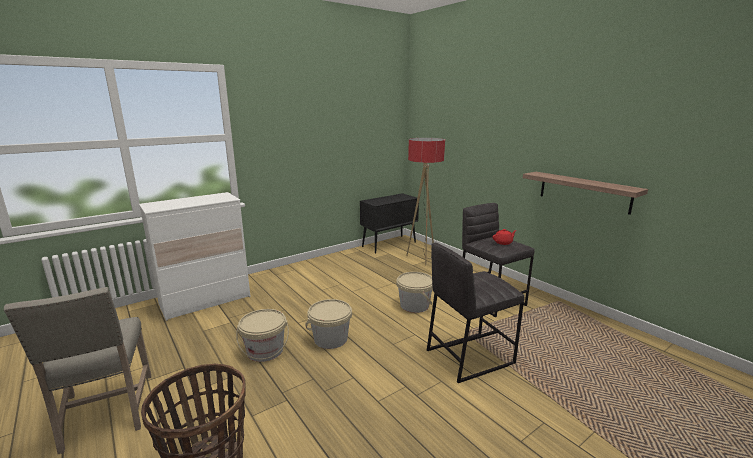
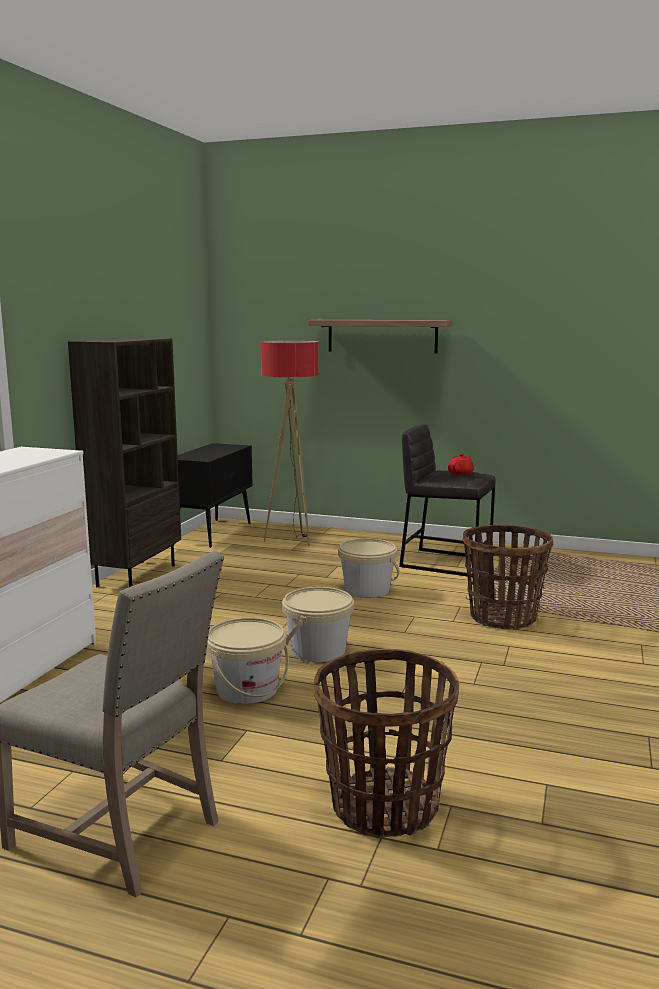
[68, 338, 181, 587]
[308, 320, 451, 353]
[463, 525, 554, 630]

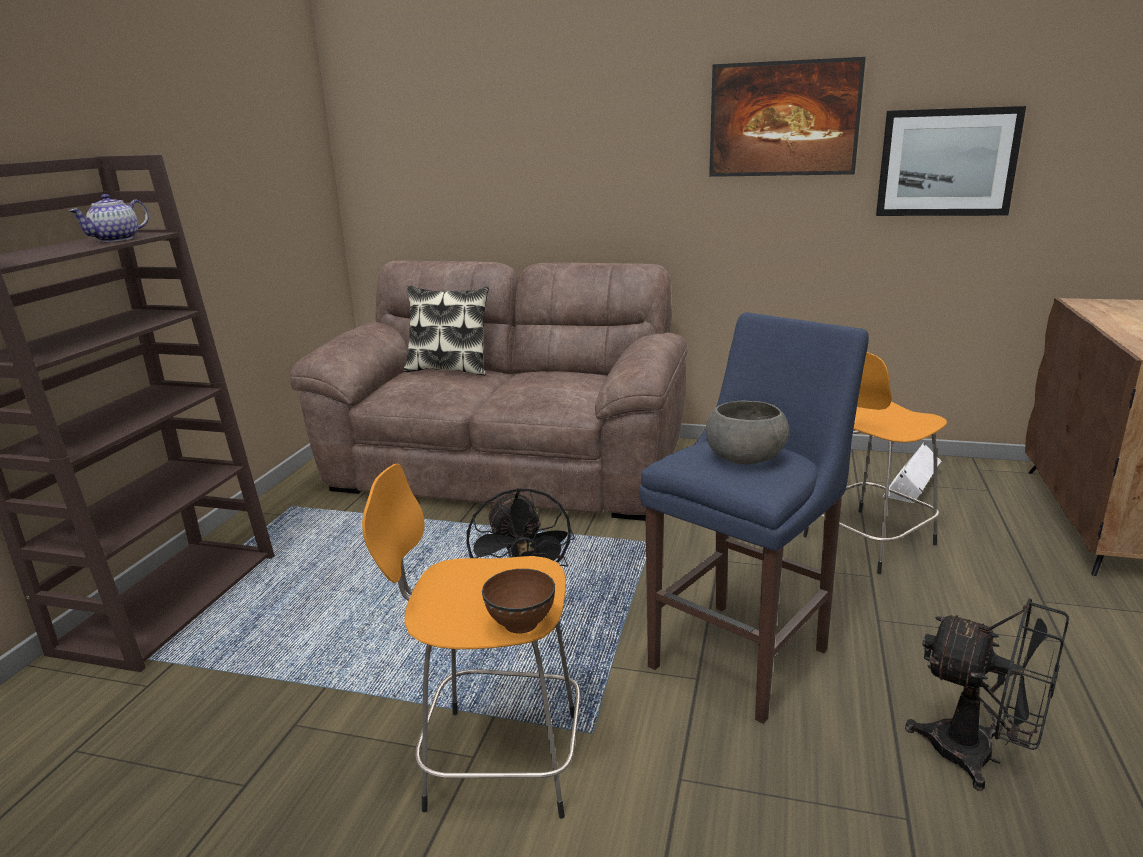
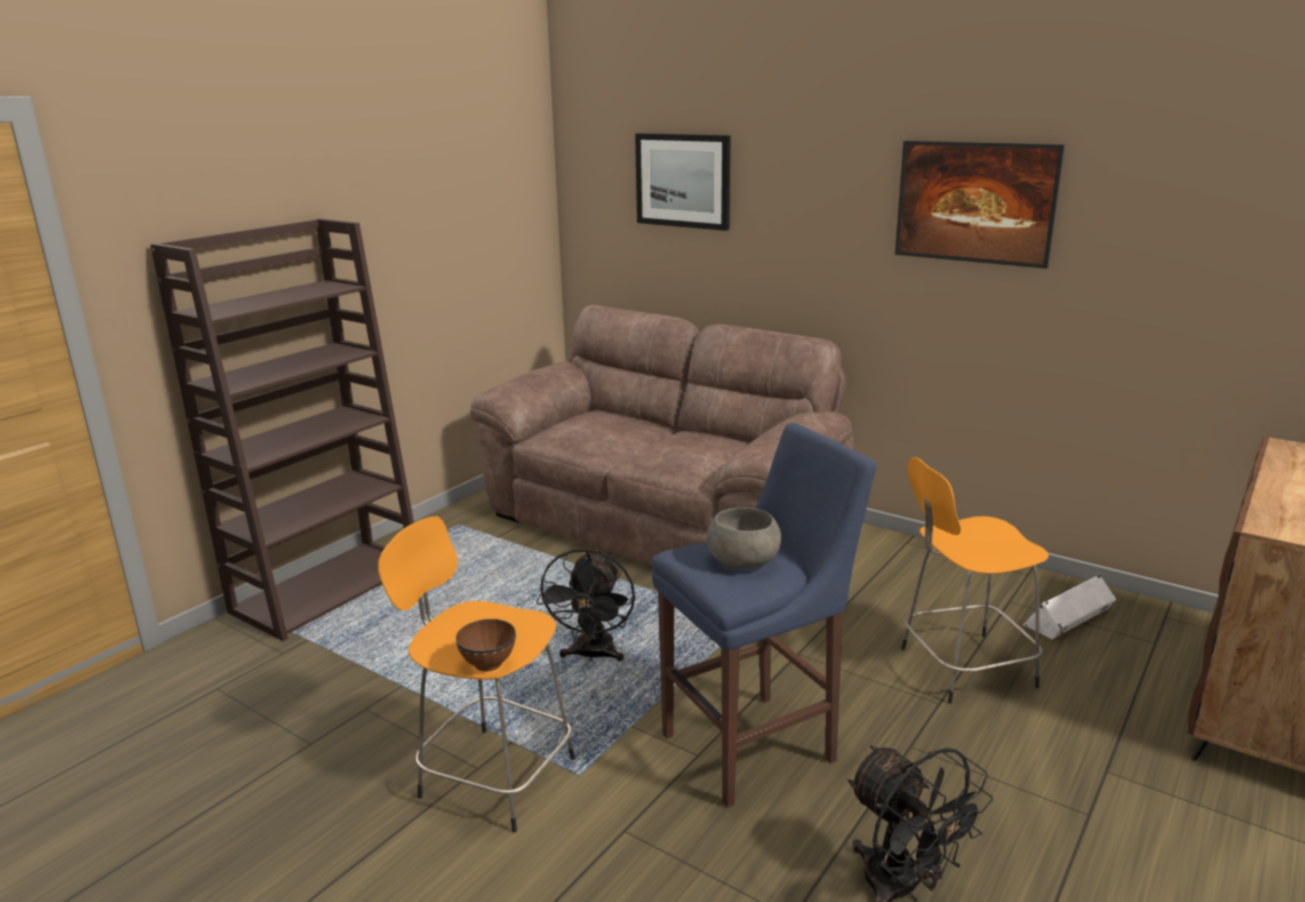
[69, 194, 149, 242] (first image)
[404, 286, 489, 375] (first image)
[635, 133, 731, 231]

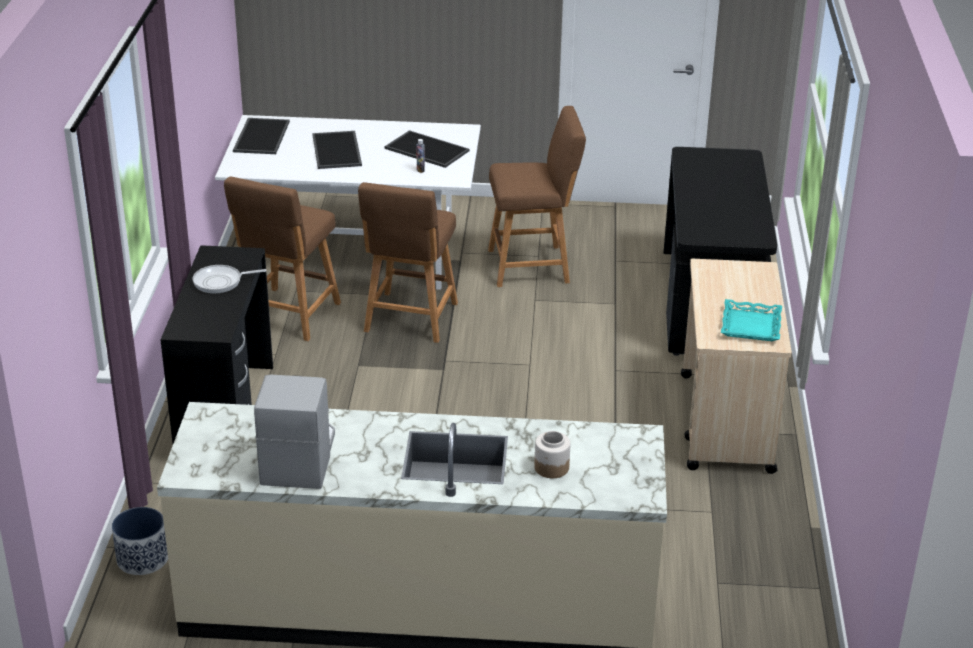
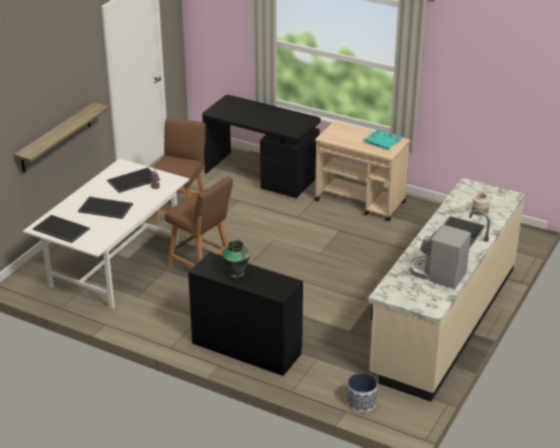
[224, 177, 341, 341] (first image)
[14, 102, 109, 172]
[222, 240, 250, 278]

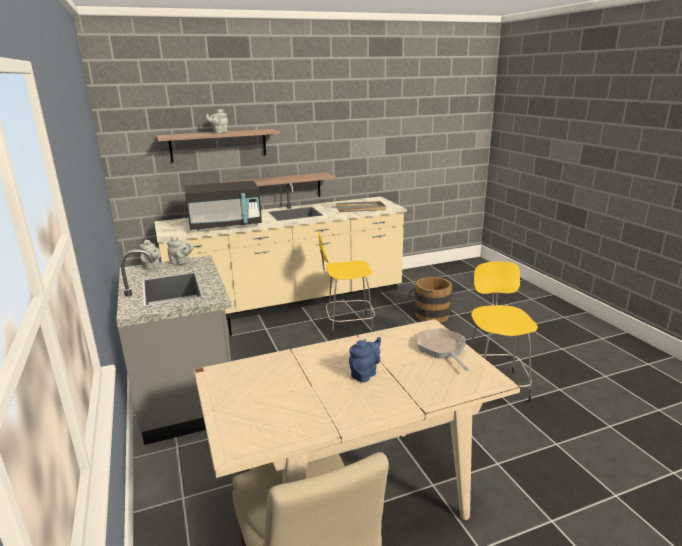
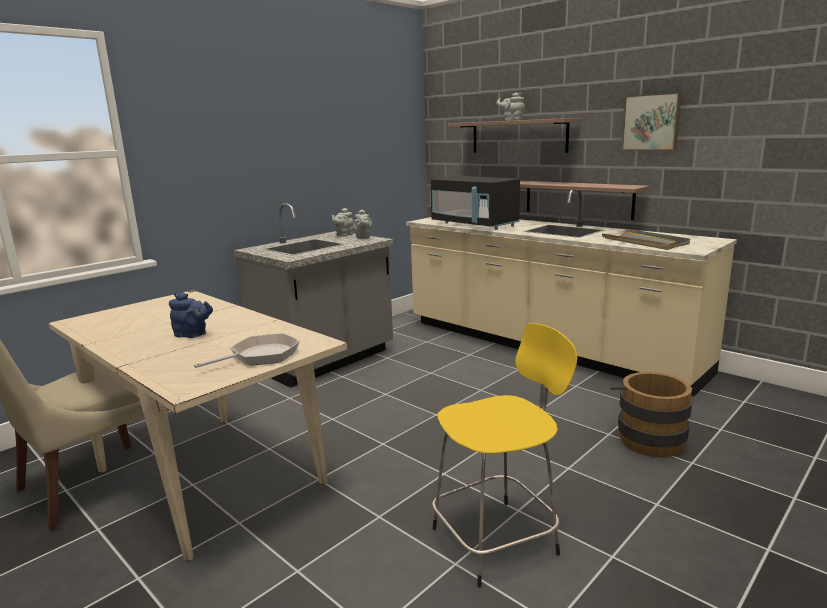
[318, 232, 375, 336] (first image)
[621, 92, 682, 150]

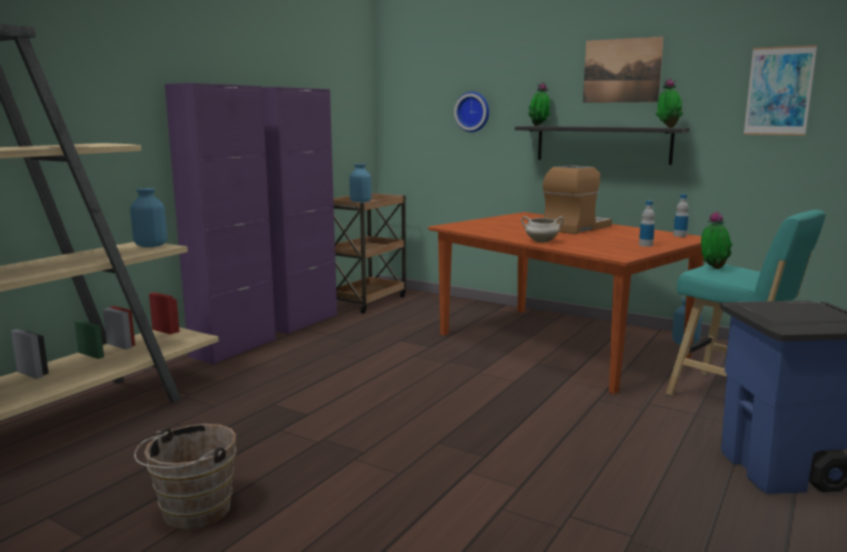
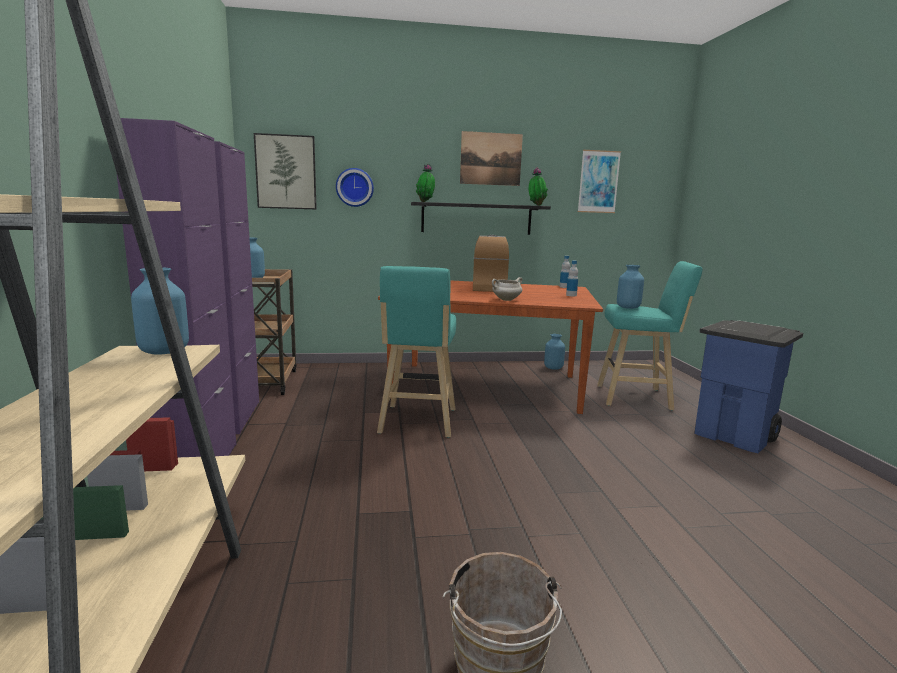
[254, 133, 317, 209]
[377, 266, 456, 438]
[617, 265, 644, 309]

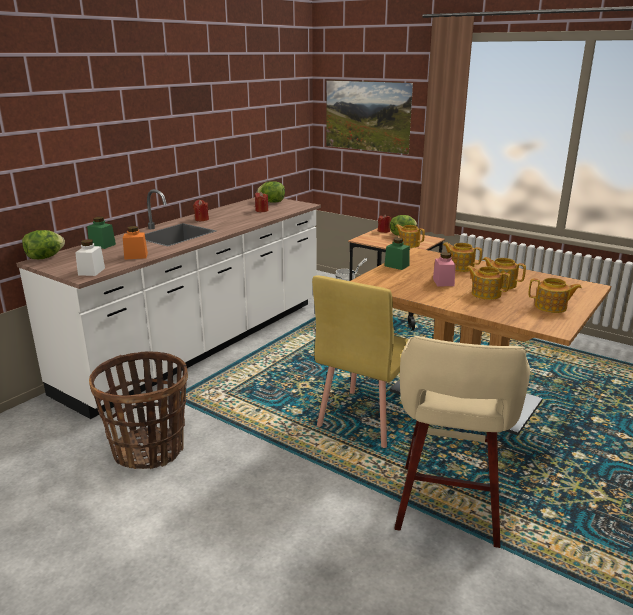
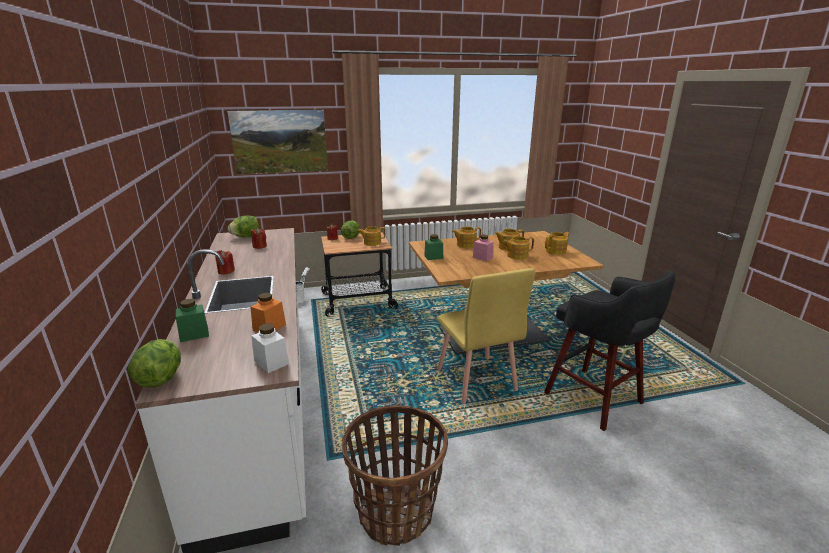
[544, 270, 675, 431]

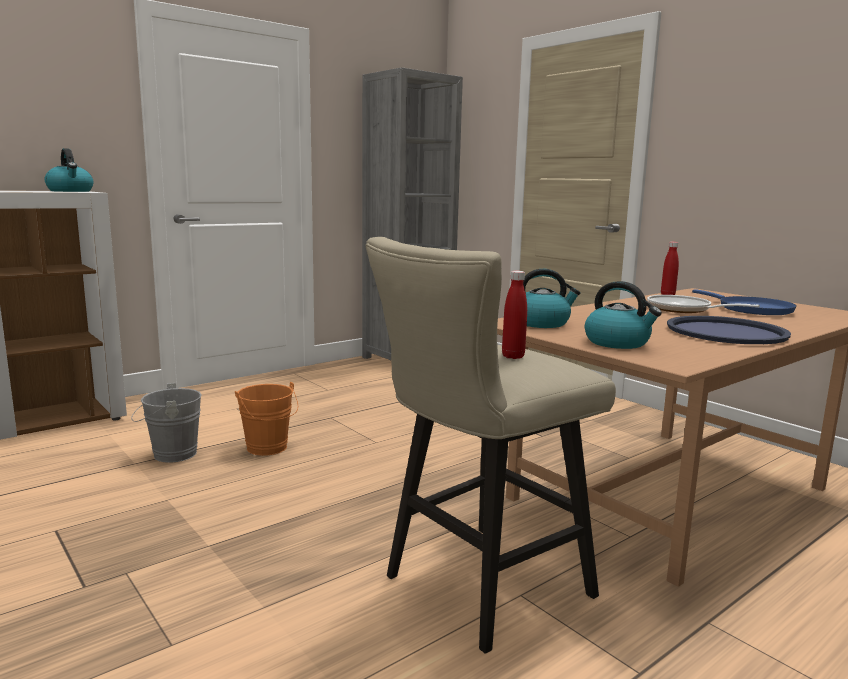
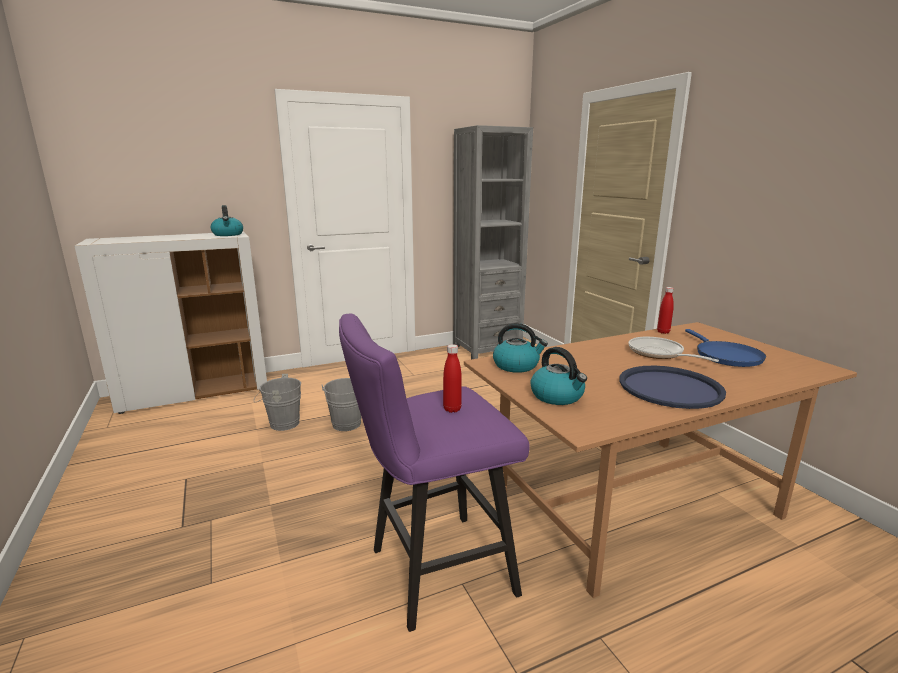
[322, 378, 362, 431]
[339, 314, 530, 632]

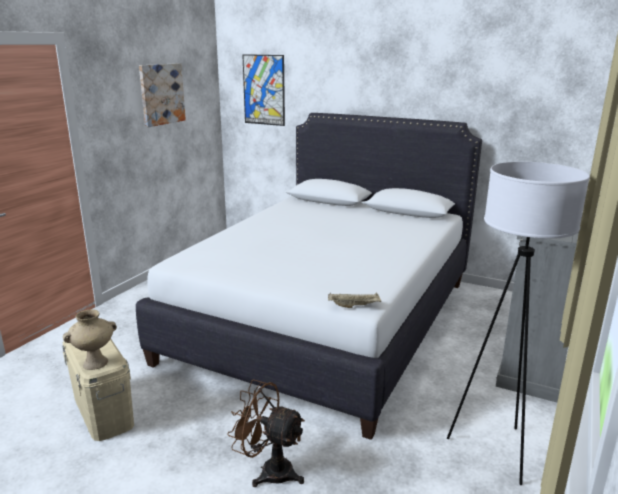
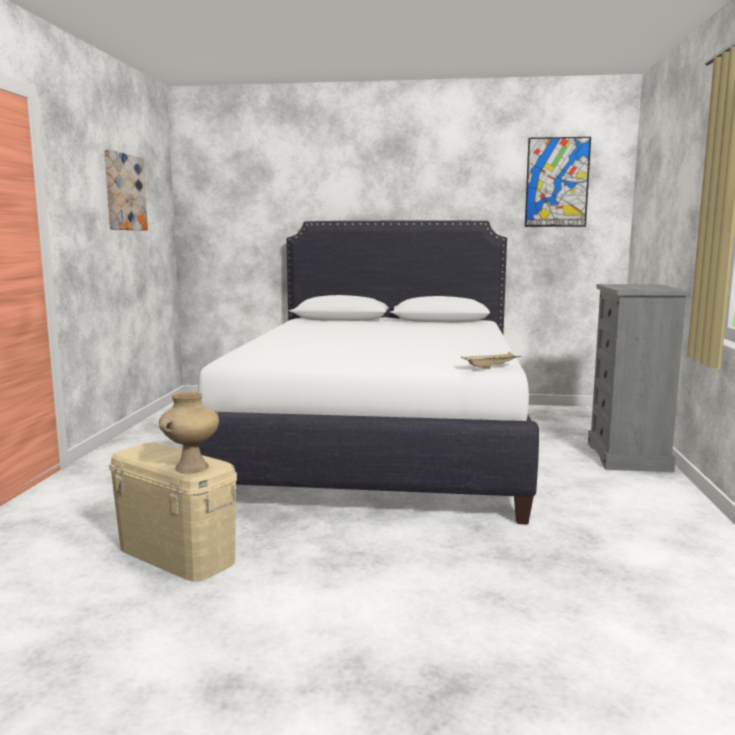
[227, 379, 305, 487] (first image)
[447, 162, 590, 485] (first image)
[525, 137, 591, 227]

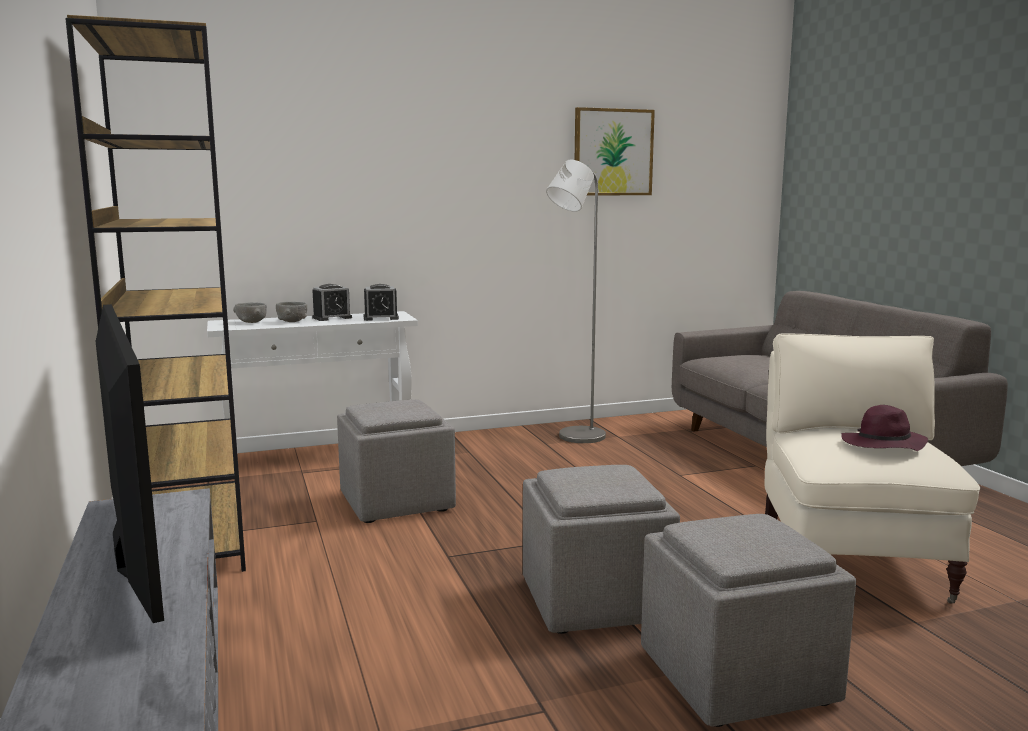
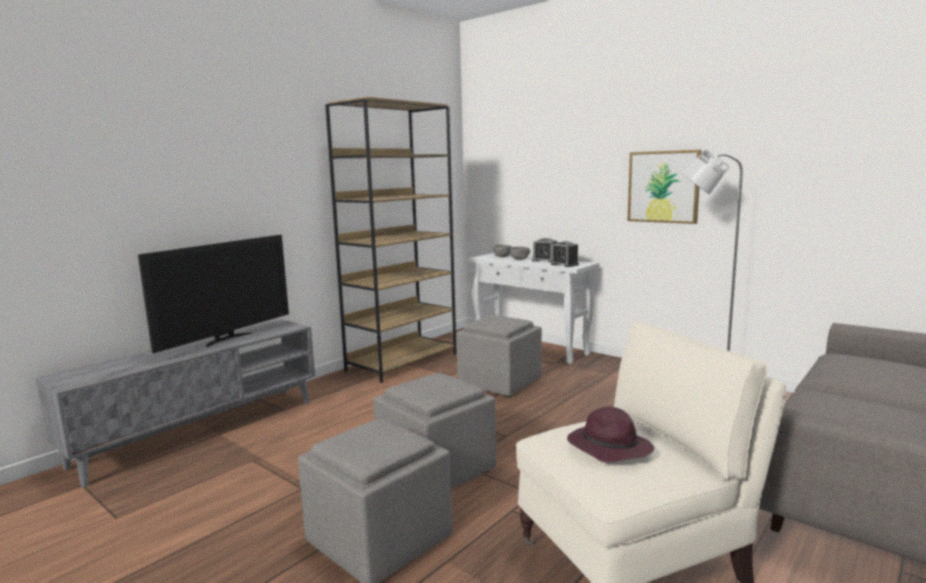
[628, 150, 701, 224]

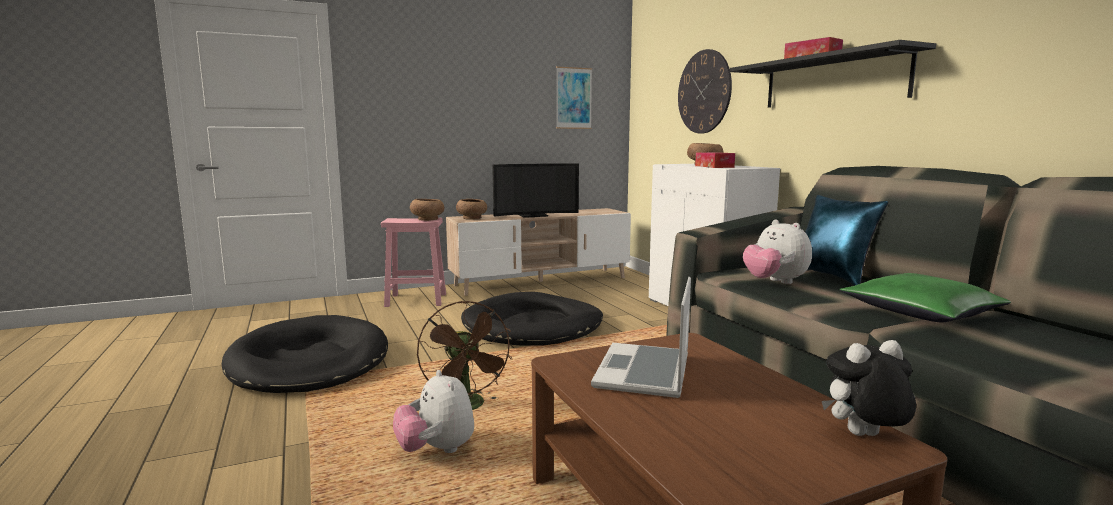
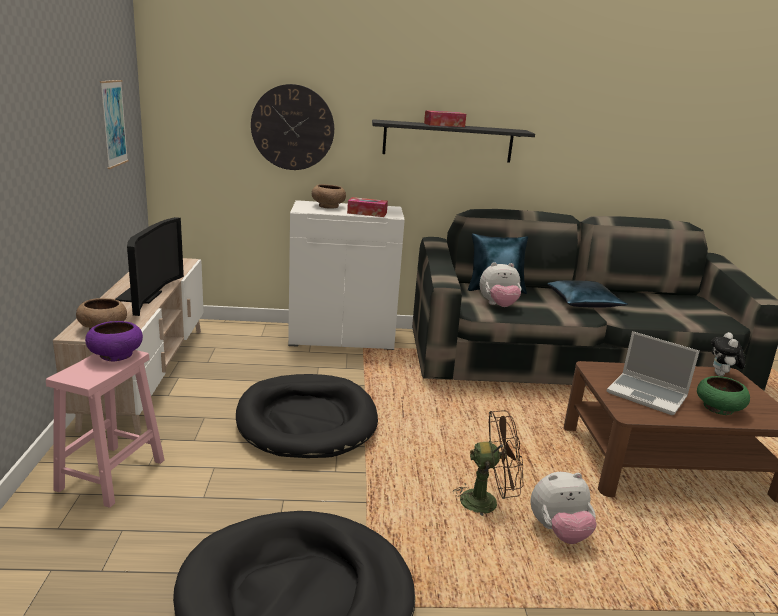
[697, 376, 750, 415]
[85, 321, 143, 361]
[547, 280, 628, 308]

